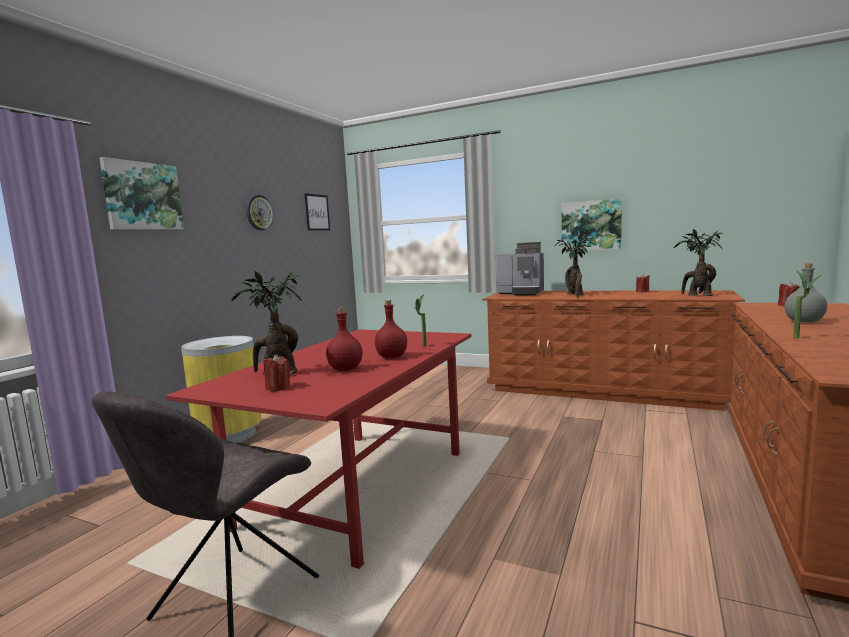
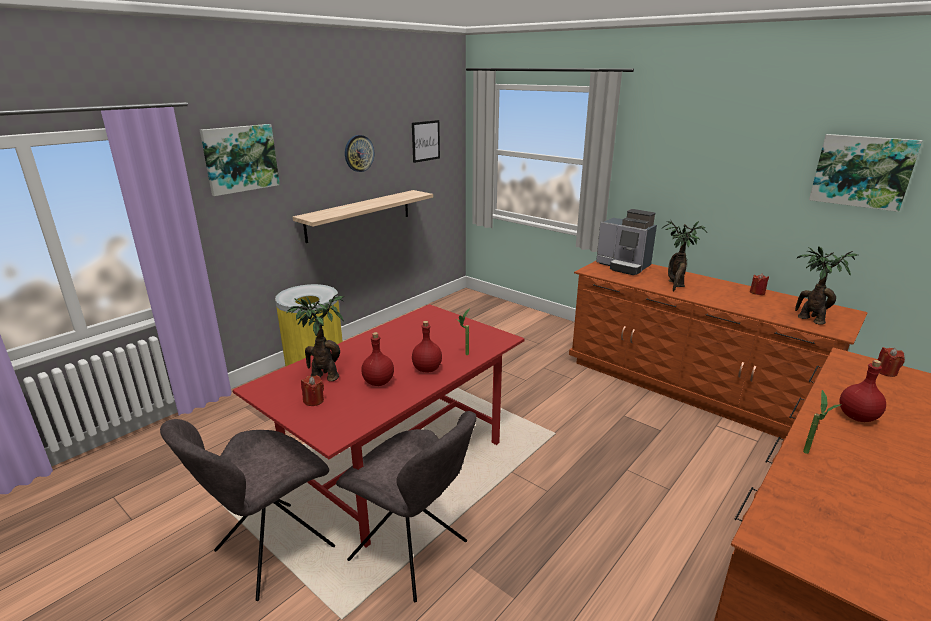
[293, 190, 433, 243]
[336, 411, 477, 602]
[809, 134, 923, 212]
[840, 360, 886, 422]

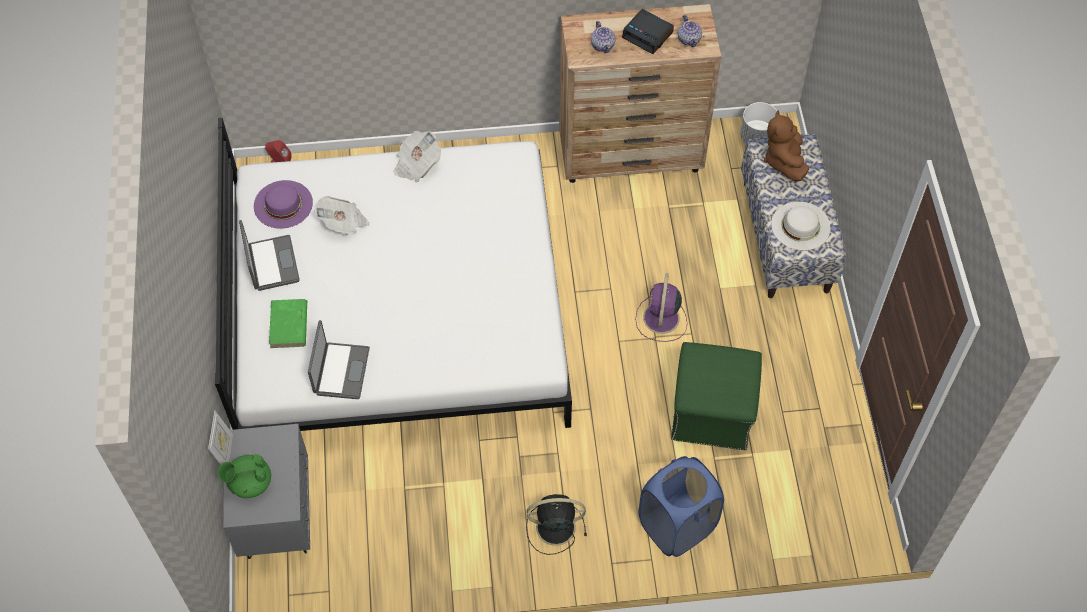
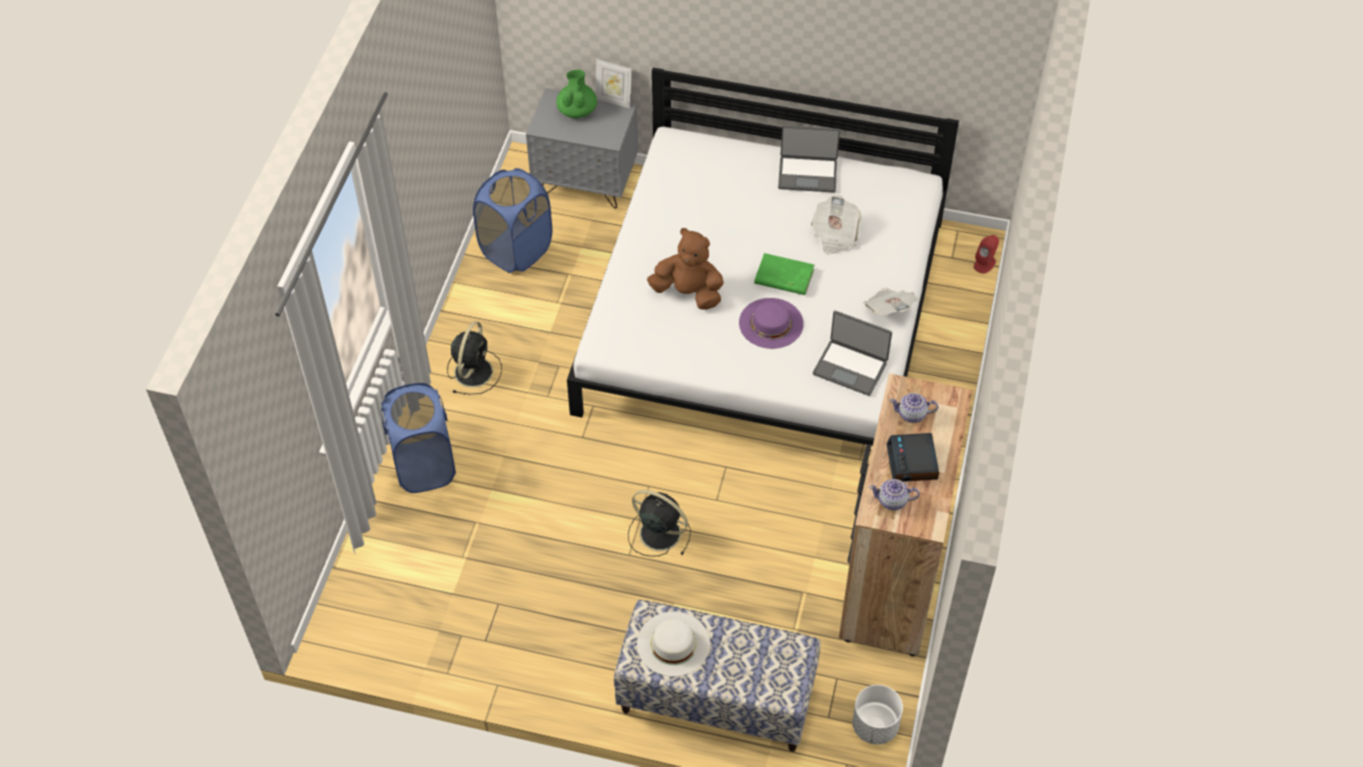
[671, 342, 762, 450] (first image)
[473, 168, 552, 273]
[739, 298, 804, 349]
[754, 253, 814, 295]
[813, 311, 892, 396]
[647, 228, 724, 310]
[628, 490, 691, 557]
[886, 433, 939, 482]

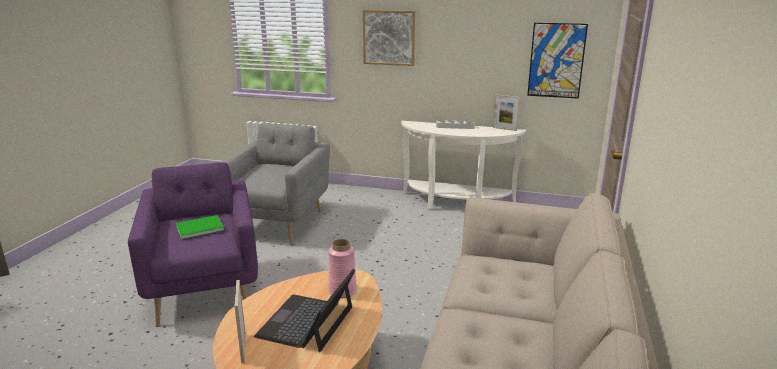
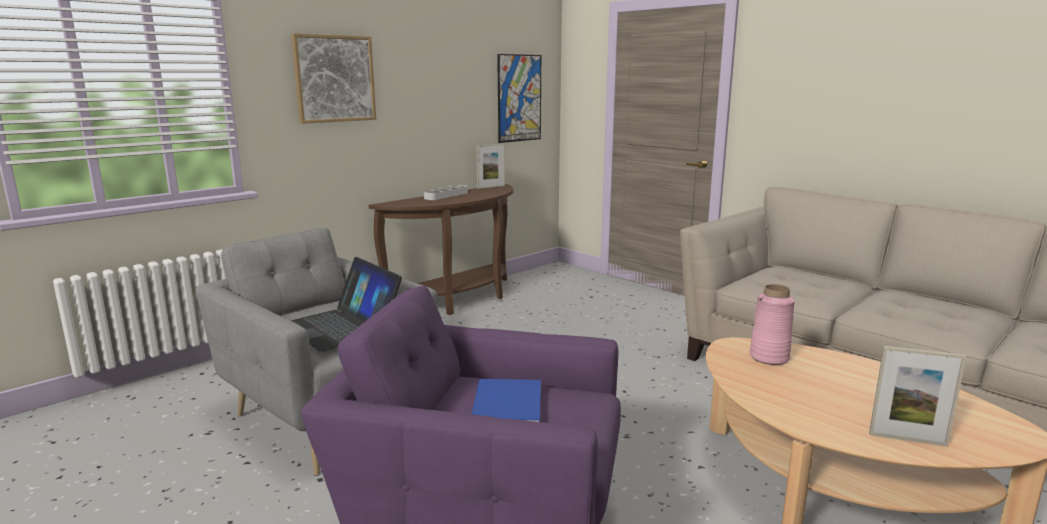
[291, 257, 402, 352]
[472, 379, 541, 422]
[369, 184, 514, 315]

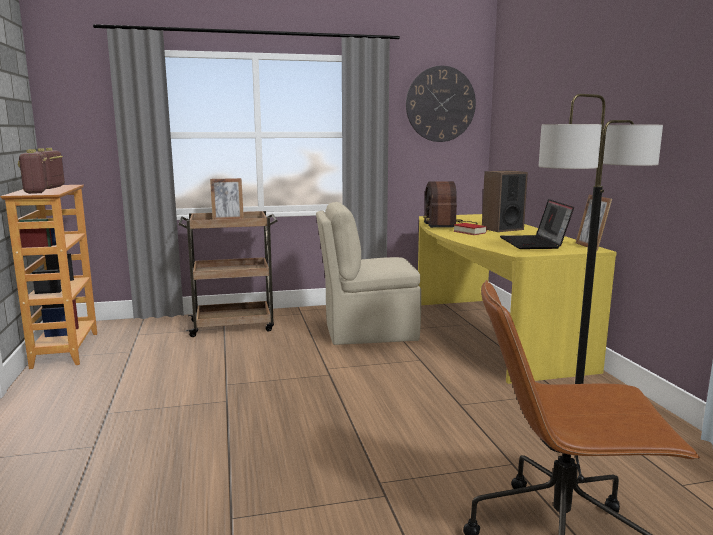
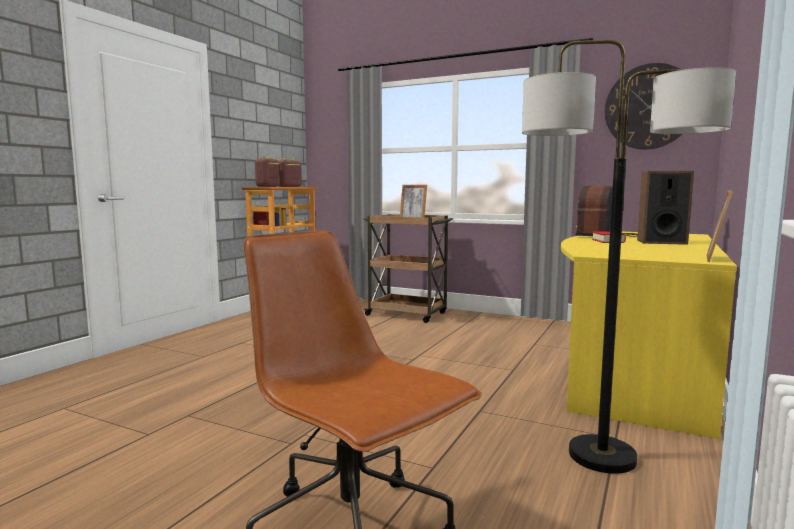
[316, 202, 421, 345] (first image)
[500, 199, 574, 249] (first image)

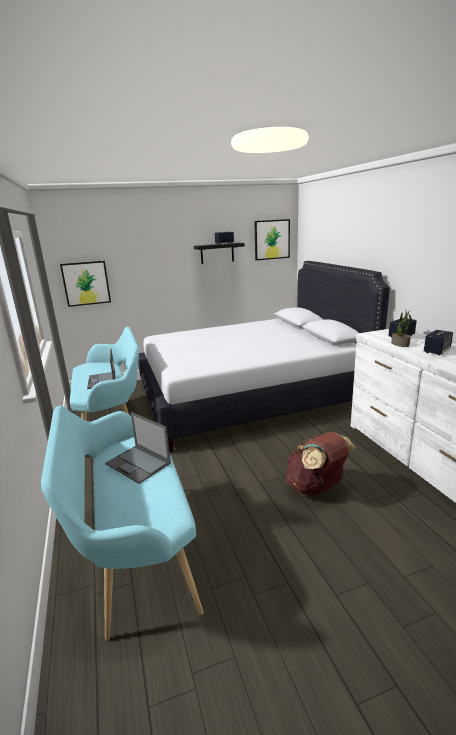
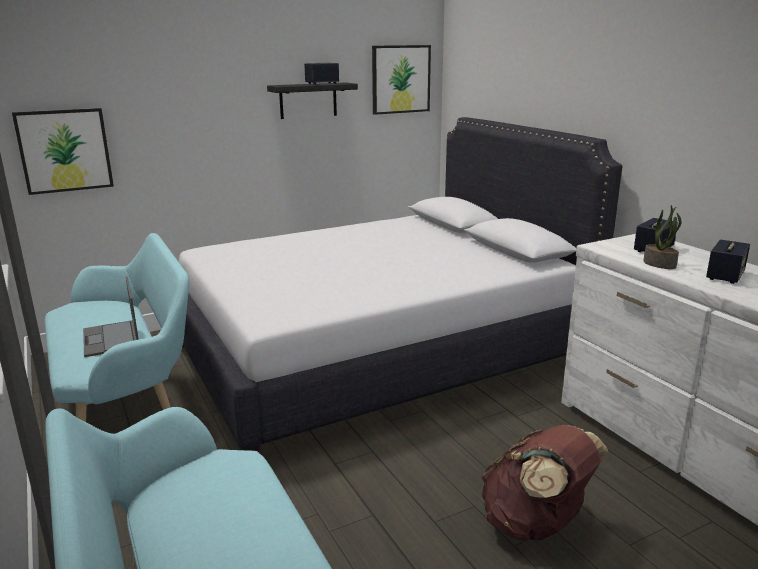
[105, 412, 171, 484] (first image)

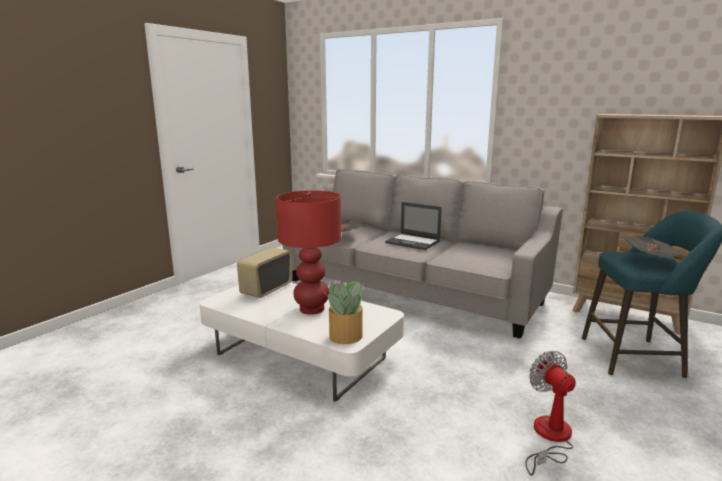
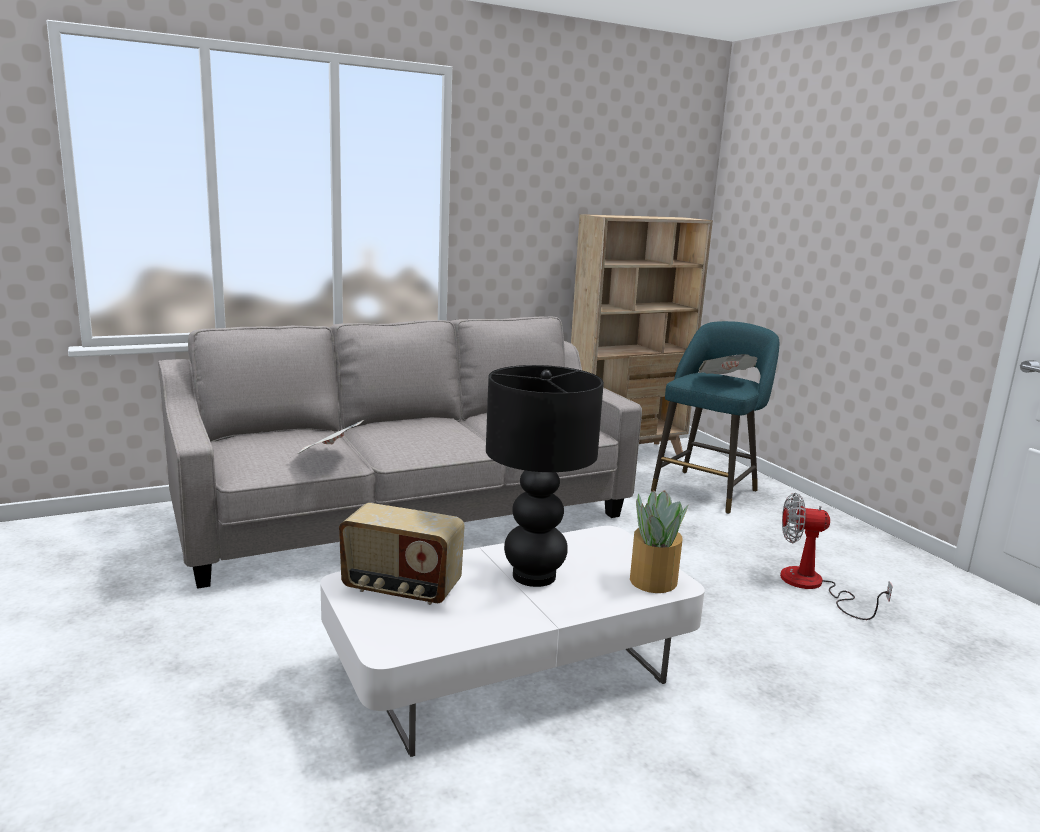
[385, 202, 442, 250] (first image)
[486, 365, 604, 587]
[339, 503, 465, 605]

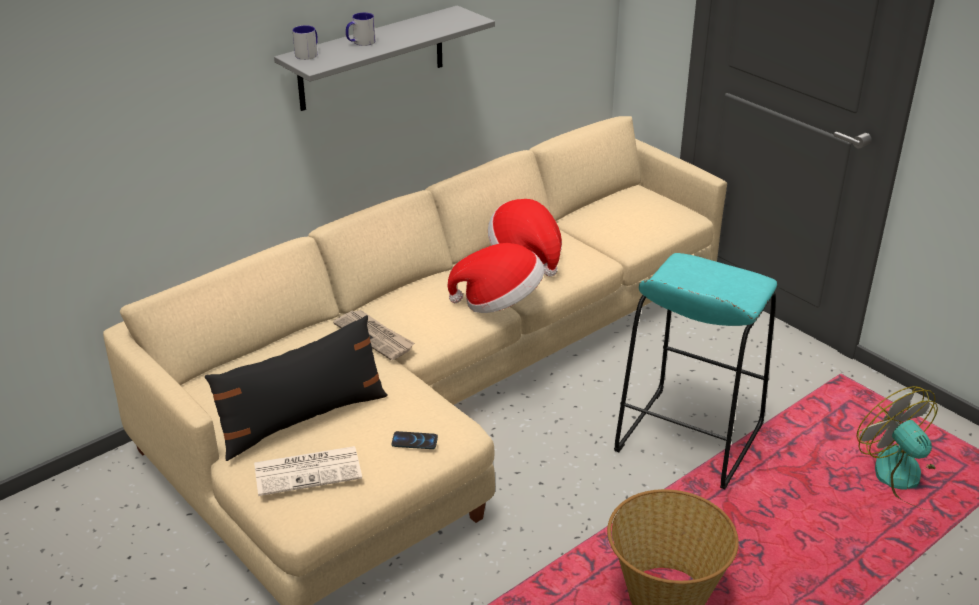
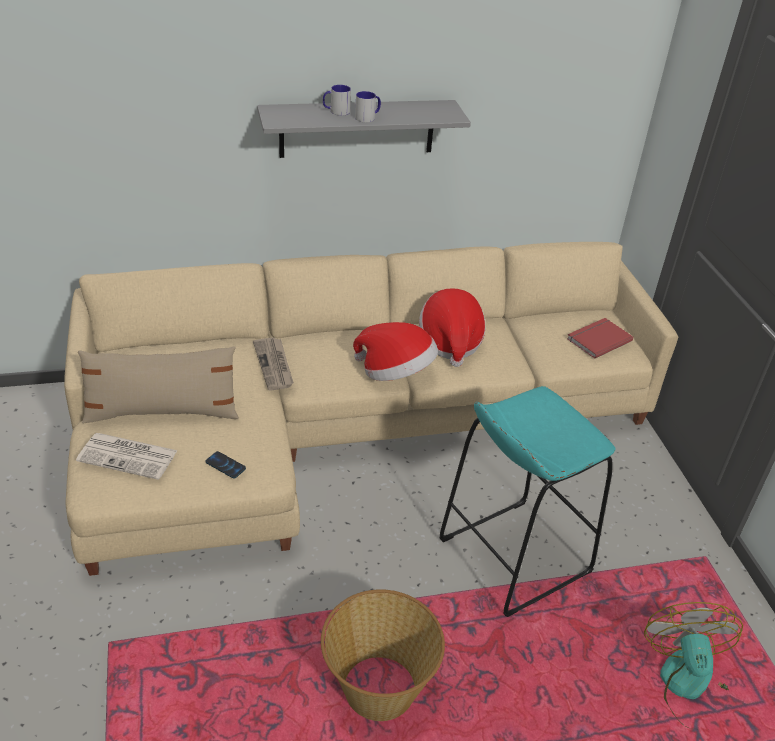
[567, 318, 633, 359]
[355, 91, 381, 122]
[78, 346, 239, 424]

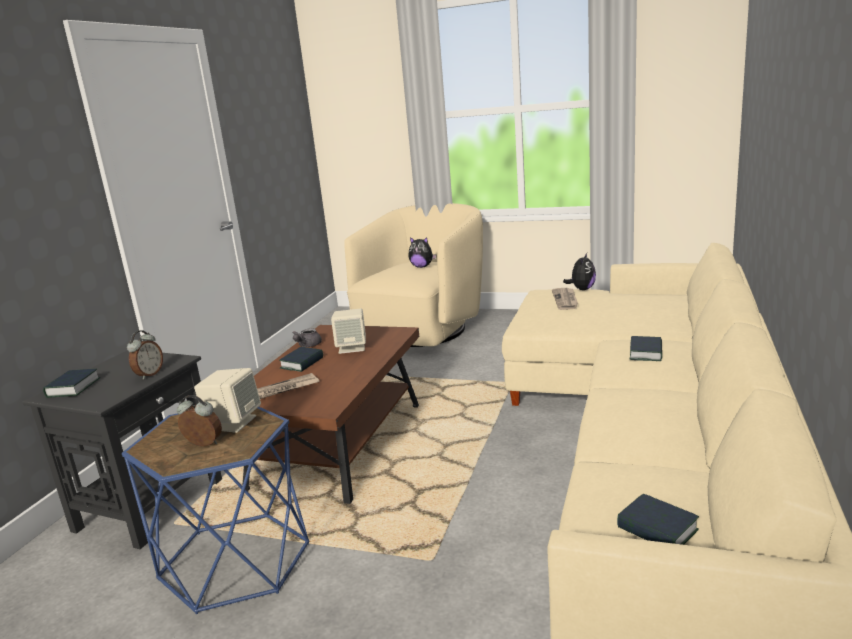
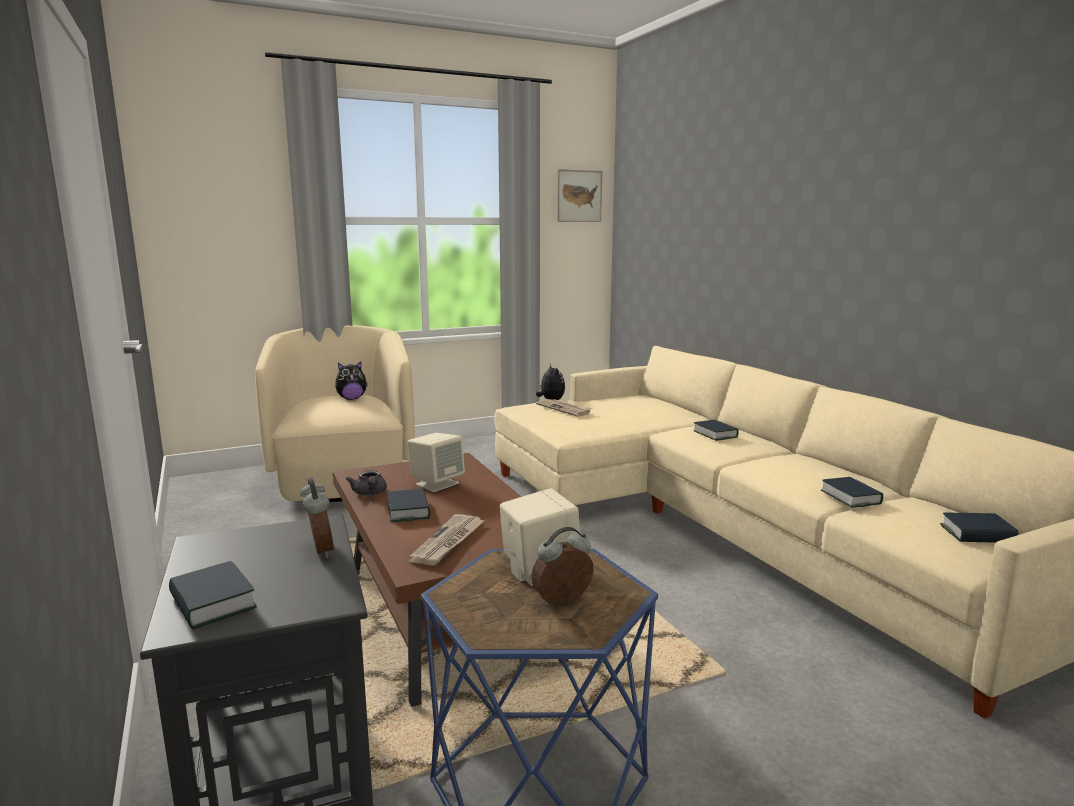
[557, 169, 602, 222]
[821, 477, 883, 508]

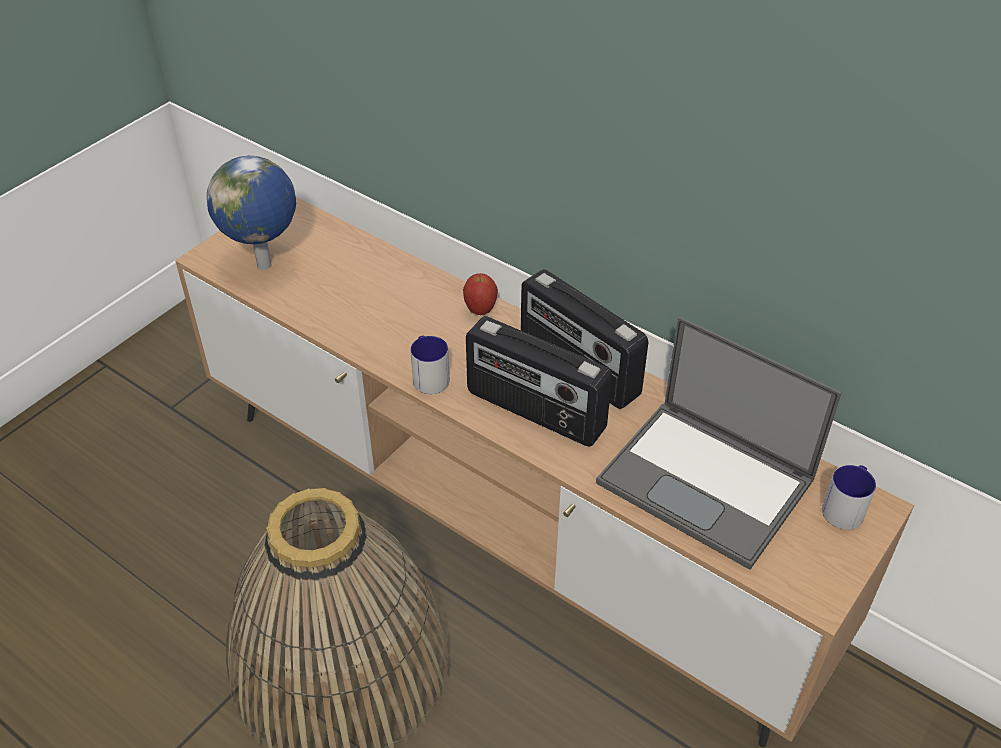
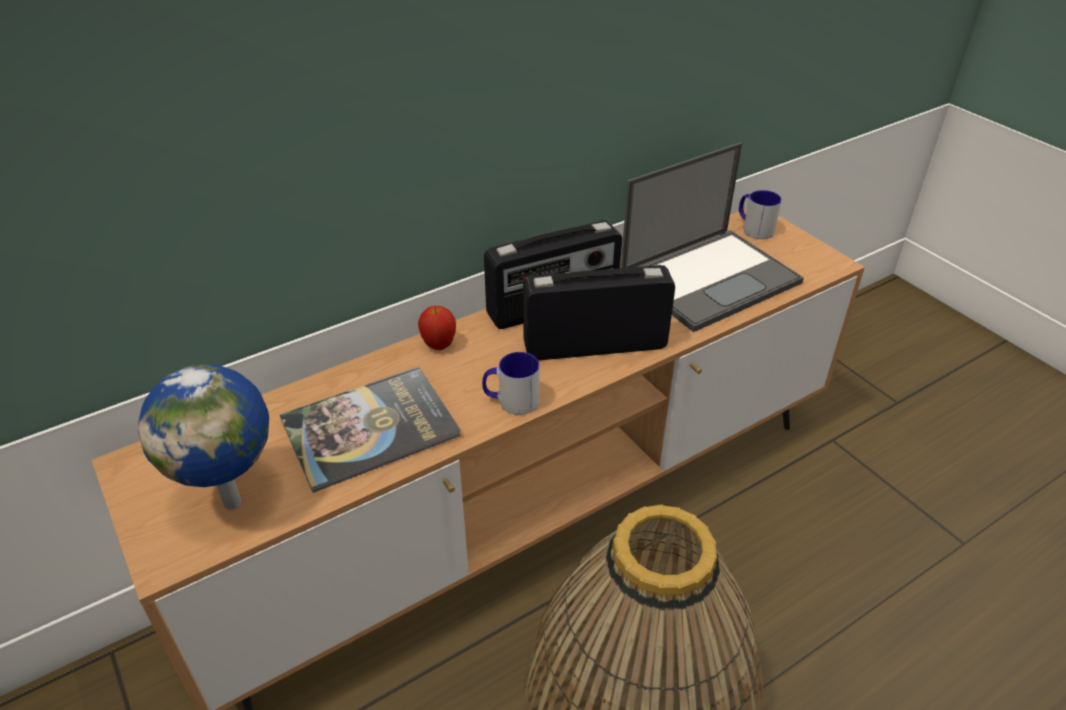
[280, 366, 461, 493]
[523, 265, 675, 361]

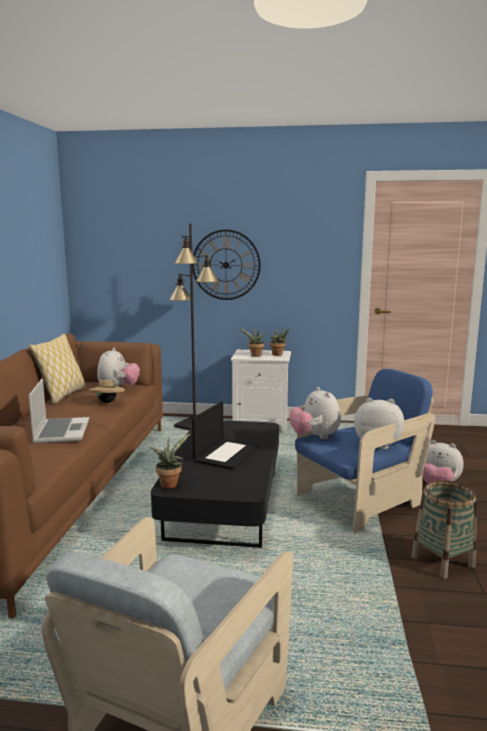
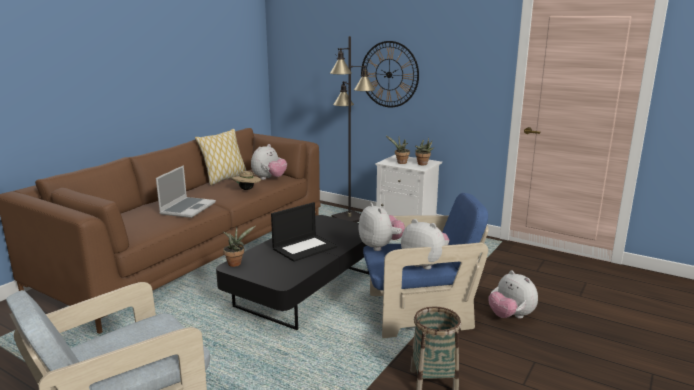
[359, 203, 405, 251]

